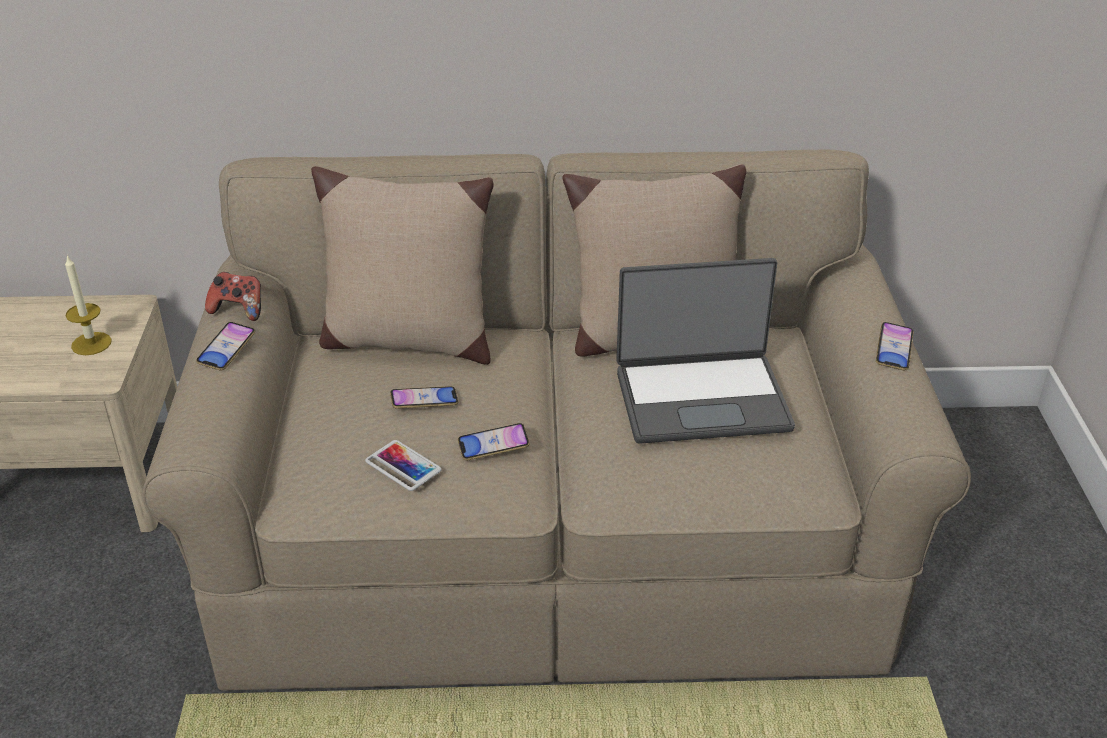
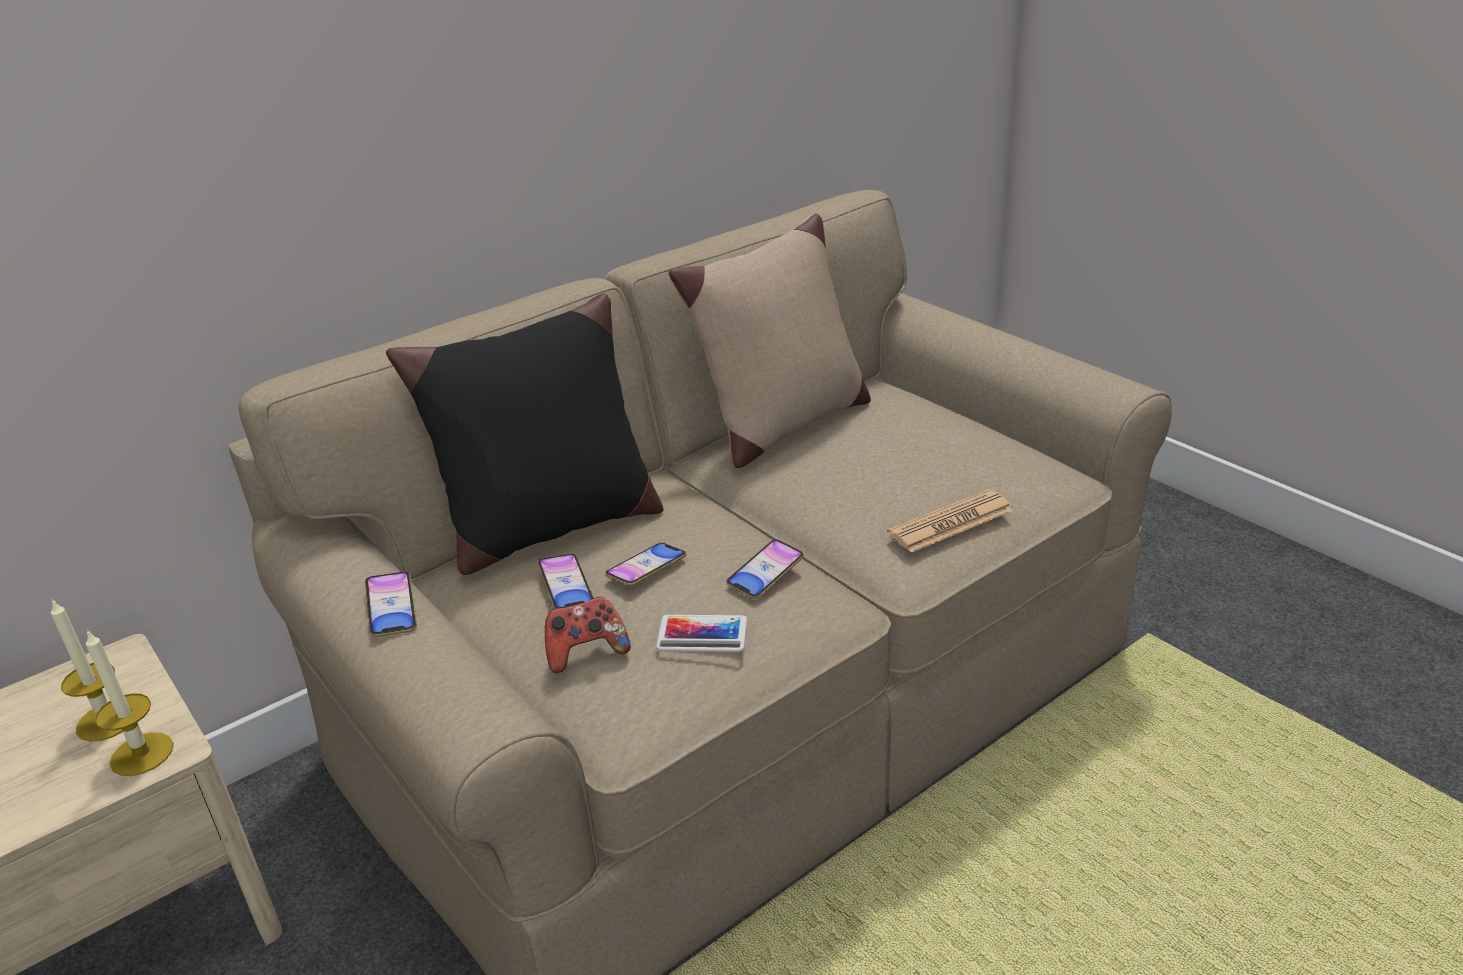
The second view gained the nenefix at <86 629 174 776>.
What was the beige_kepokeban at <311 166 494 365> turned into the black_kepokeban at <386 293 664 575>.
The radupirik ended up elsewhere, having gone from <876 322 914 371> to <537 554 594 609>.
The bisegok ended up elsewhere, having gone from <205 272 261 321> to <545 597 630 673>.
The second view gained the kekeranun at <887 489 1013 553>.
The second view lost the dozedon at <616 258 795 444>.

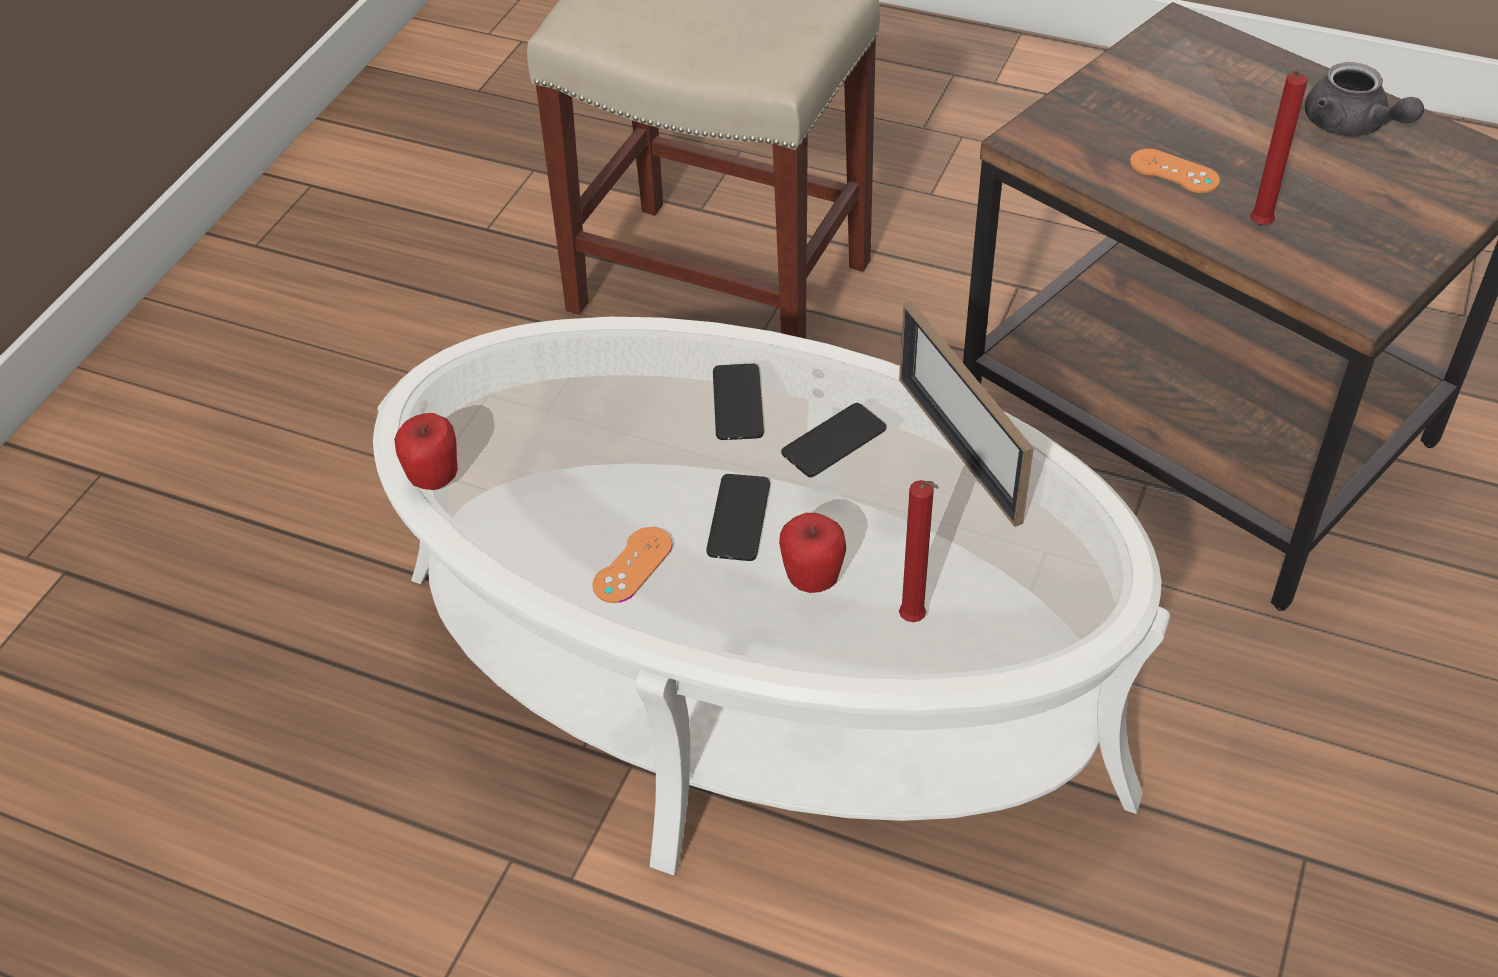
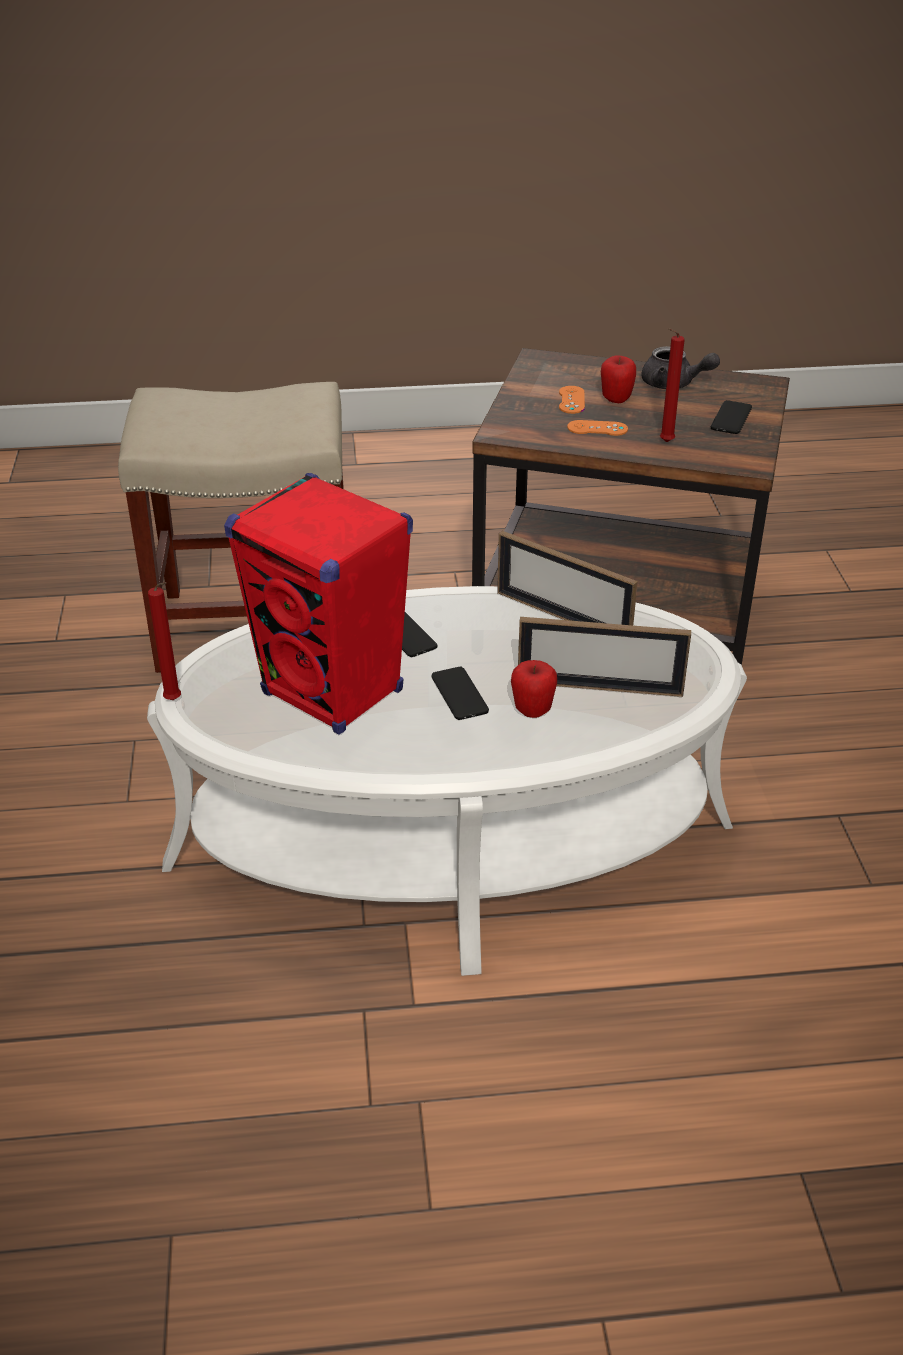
The red_nenefix ended up elsewhere, having gone from <899 480 939 622> to <148 582 181 700>.
The second view gained the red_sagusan at <224 473 413 735>.
The second view gained the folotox at <518 617 691 697>.
The orange_bisegok ended up elsewhere, having gone from <592 527 672 603> to <559 386 585 414>.
The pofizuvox ended up elsewhere, having gone from <394 413 458 490> to <601 356 636 403>.
The radupirik ended up elsewhere, having gone from <781 403 886 477> to <711 400 752 434>.

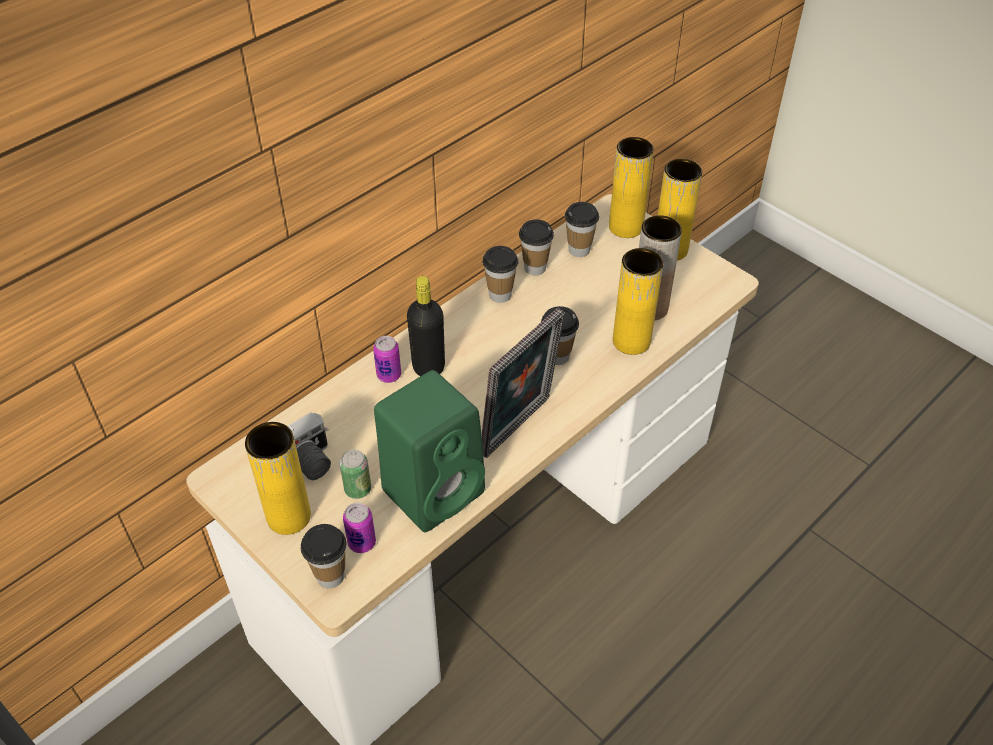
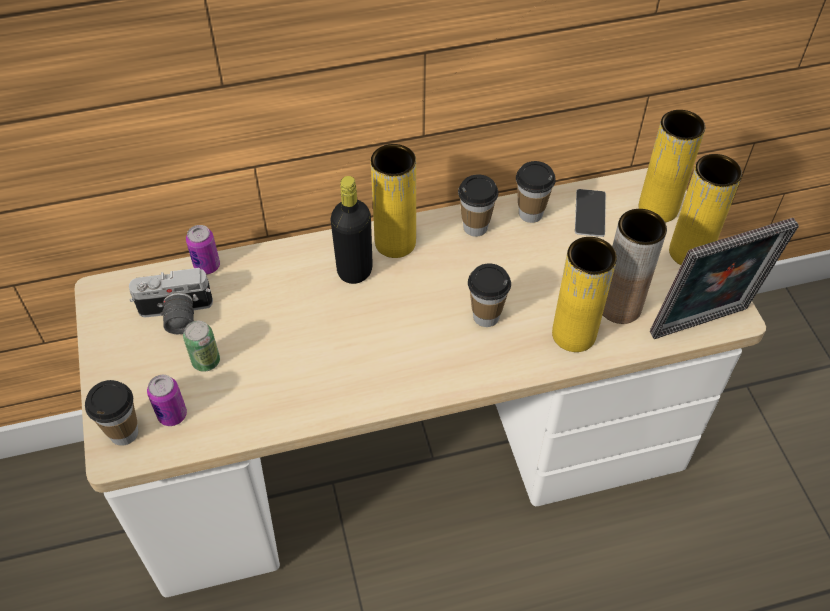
The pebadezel ended up elsewhere, having gone from <373 336 401 383> to <186 225 220 275>.
The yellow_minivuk ended up elsewhere, having gone from <245 422 311 535> to <371 144 416 258>.
Where the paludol stood at <565 202 599 257>, the radupirik came to stand at <575 189 606 237>.
The folotox ended up elsewhere, having gone from <482 308 565 458> to <650 218 799 339>.
The second view lost the green_sagusan at <374 370 485 532>.

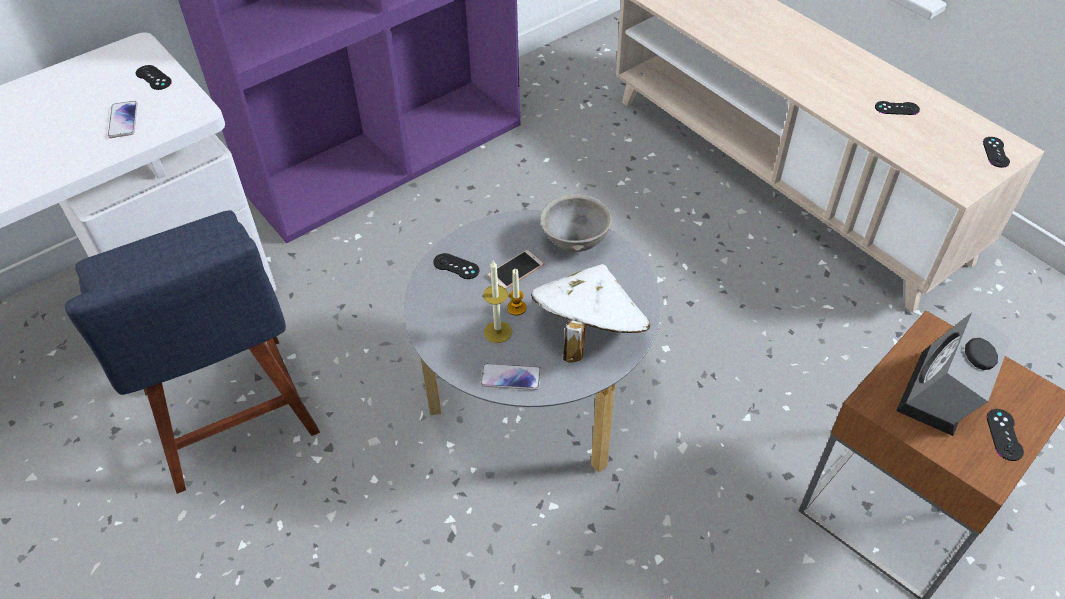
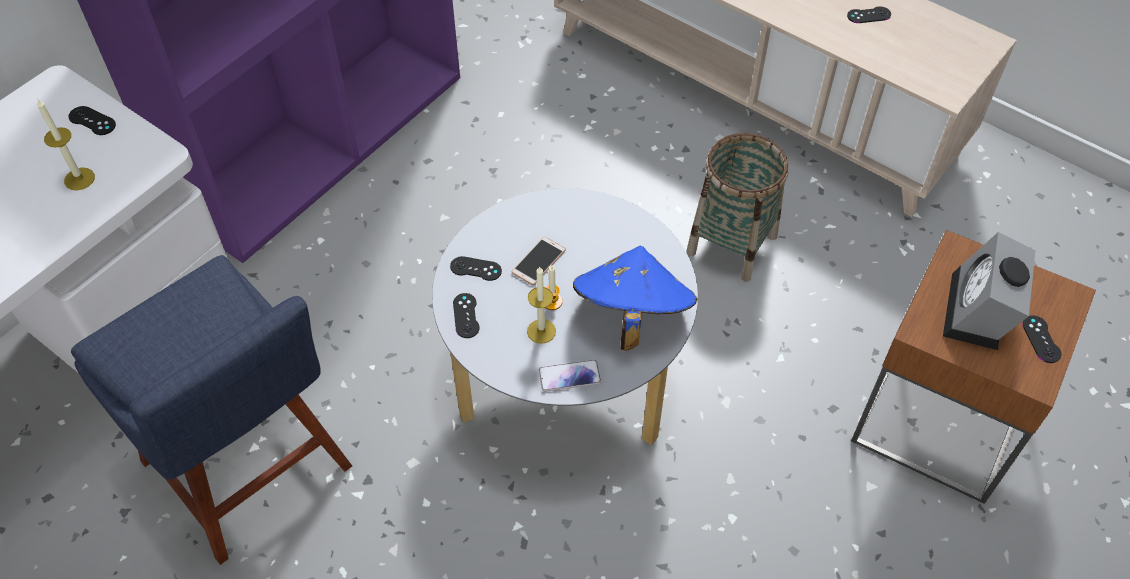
Where the radupirik stood at <108 101 137 138>, the nenefix came to stand at <37 99 95 191>.
The black_bisegok ended up elsewhere, having gone from <983 137 1010 168> to <453 293 480 338>.
What was the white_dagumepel at <531 264 650 363> turned into the blue_dagumepel at <573 246 697 351>.
The second view gained the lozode at <686 133 789 282>.
The second view lost the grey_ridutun at <540 194 612 252>.

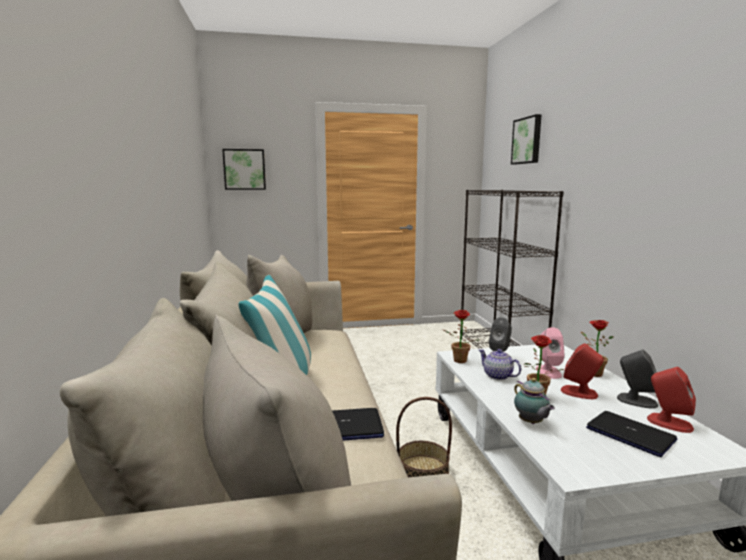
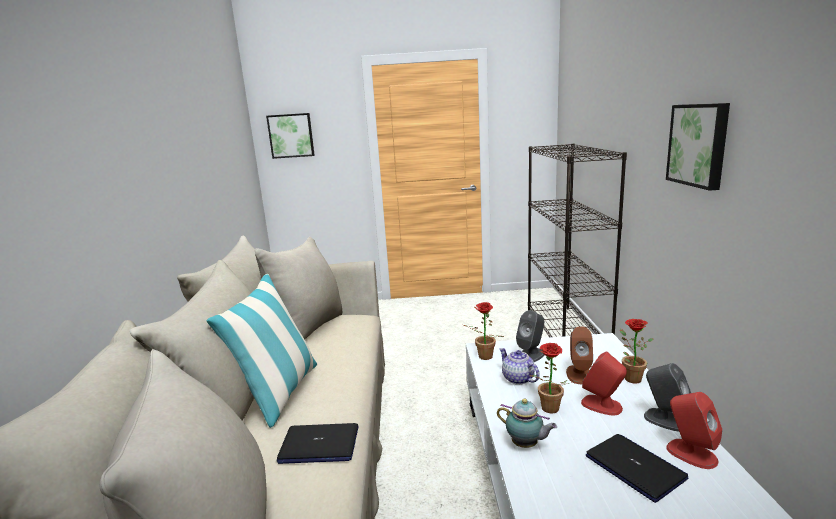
The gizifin at <514 378 555 424> ended up facing another way, 45 degrees counterclockwise from before.
What was the pink_sagusan at <536 327 565 379> turned into the brown_sagusan at <566 327 593 384>.
The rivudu ended up elsewhere, having gone from <511 114 542 165> to <666 103 730 191>.
The second view lost the lozode at <396 397 452 478>.

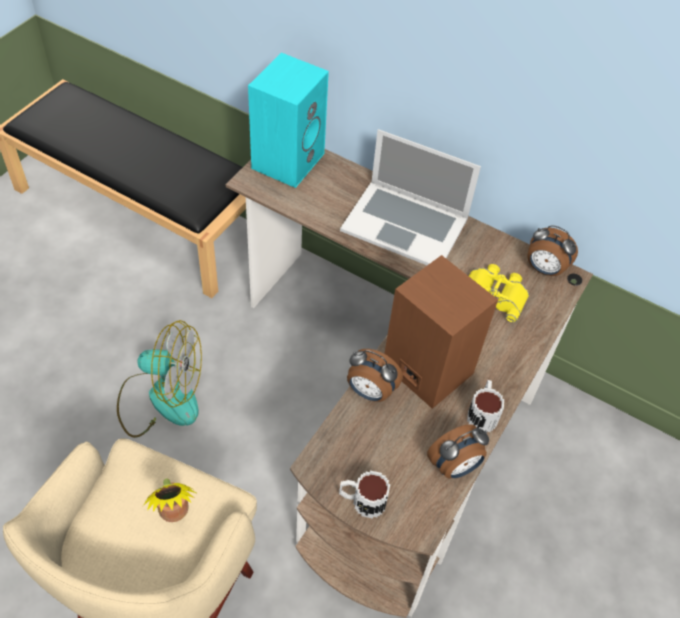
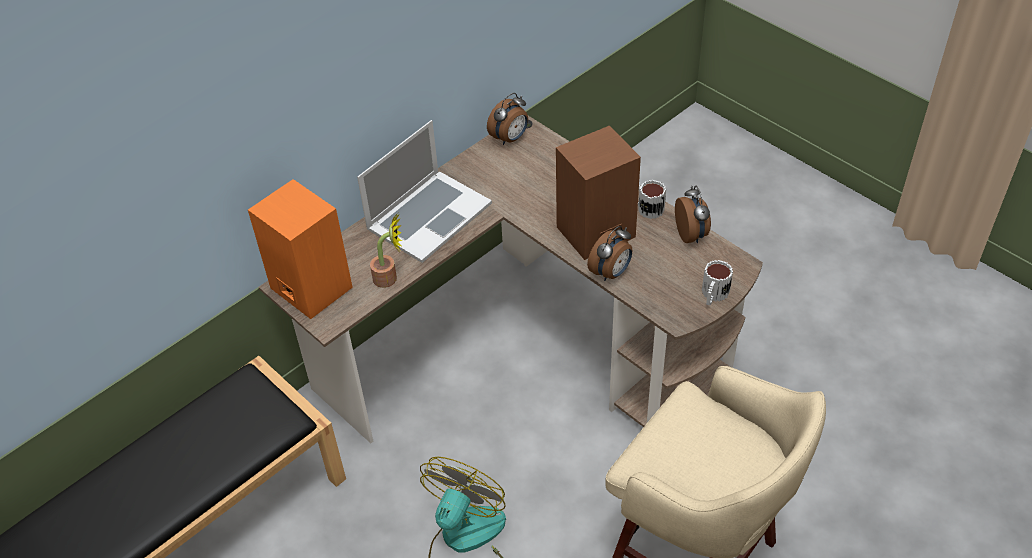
What was the turquoise_sagusan at <248 53 329 188> turned into the orange_sagusan at <248 179 353 319>.
The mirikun ended up elsewhere, having gone from <143 478 198 522> to <370 213 402 288>.
The second view lost the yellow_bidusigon at <469 264 529 323>.

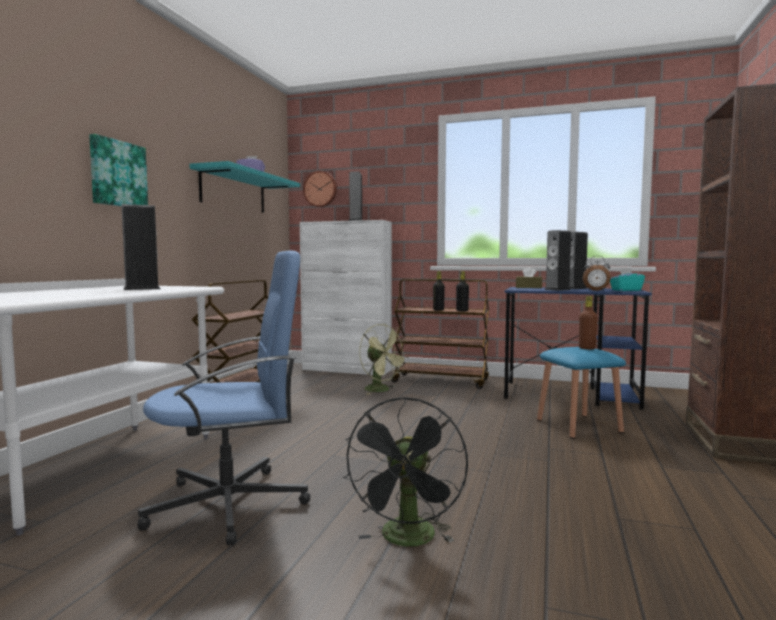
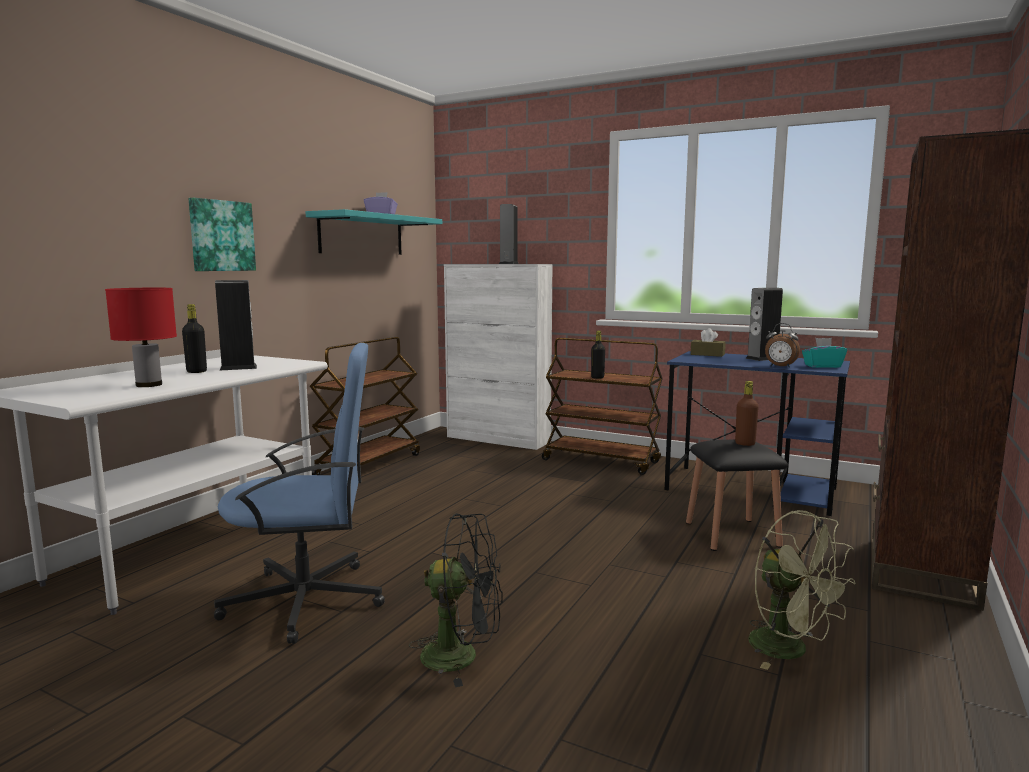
The second view gained the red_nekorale at <105 288 177 387>.
The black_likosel ended up elsewhere, having gone from <456 271 469 311> to <182 304 207 373>.
The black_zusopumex at <343 397 468 546> ended up facing another way, 105 degrees counterclockwise from before.
What was the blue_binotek at <537 347 626 439> turned into the black_binotek at <686 440 788 551>.
The green_zusopumex ended up elsewhere, having gone from <359 324 409 395> to <748 510 856 670>.
The second view lost the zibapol at <303 171 337 207>.
The second view lost the sagusan at <544 230 571 291>.

